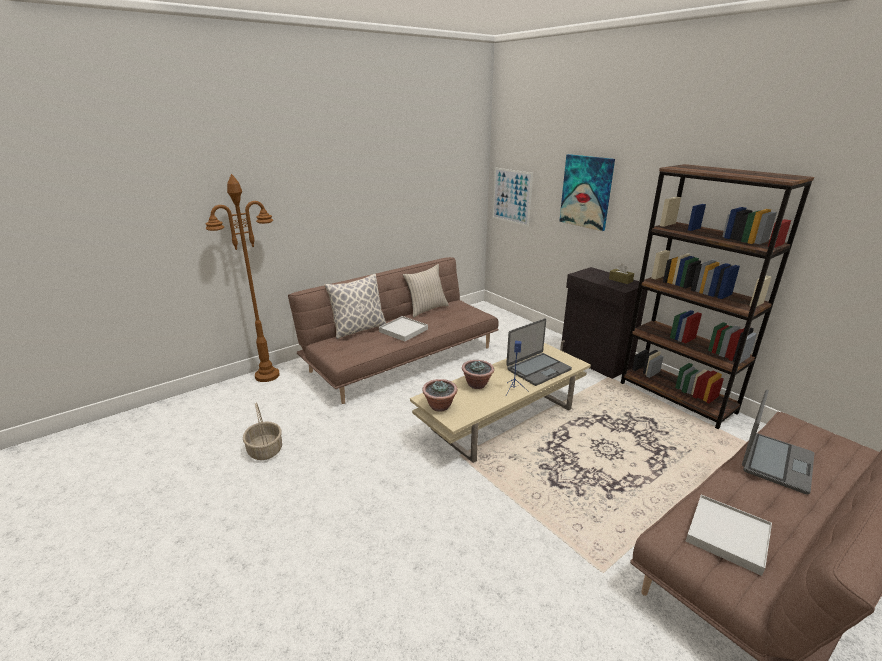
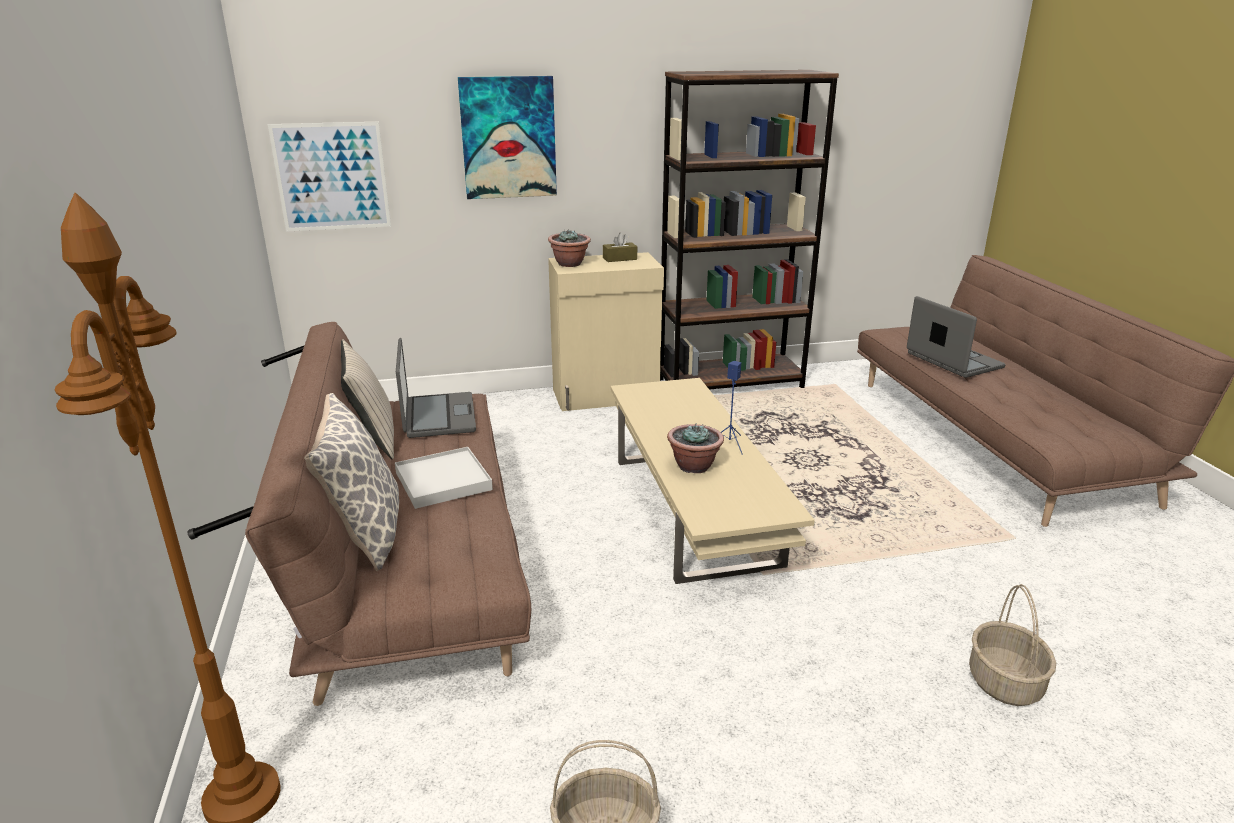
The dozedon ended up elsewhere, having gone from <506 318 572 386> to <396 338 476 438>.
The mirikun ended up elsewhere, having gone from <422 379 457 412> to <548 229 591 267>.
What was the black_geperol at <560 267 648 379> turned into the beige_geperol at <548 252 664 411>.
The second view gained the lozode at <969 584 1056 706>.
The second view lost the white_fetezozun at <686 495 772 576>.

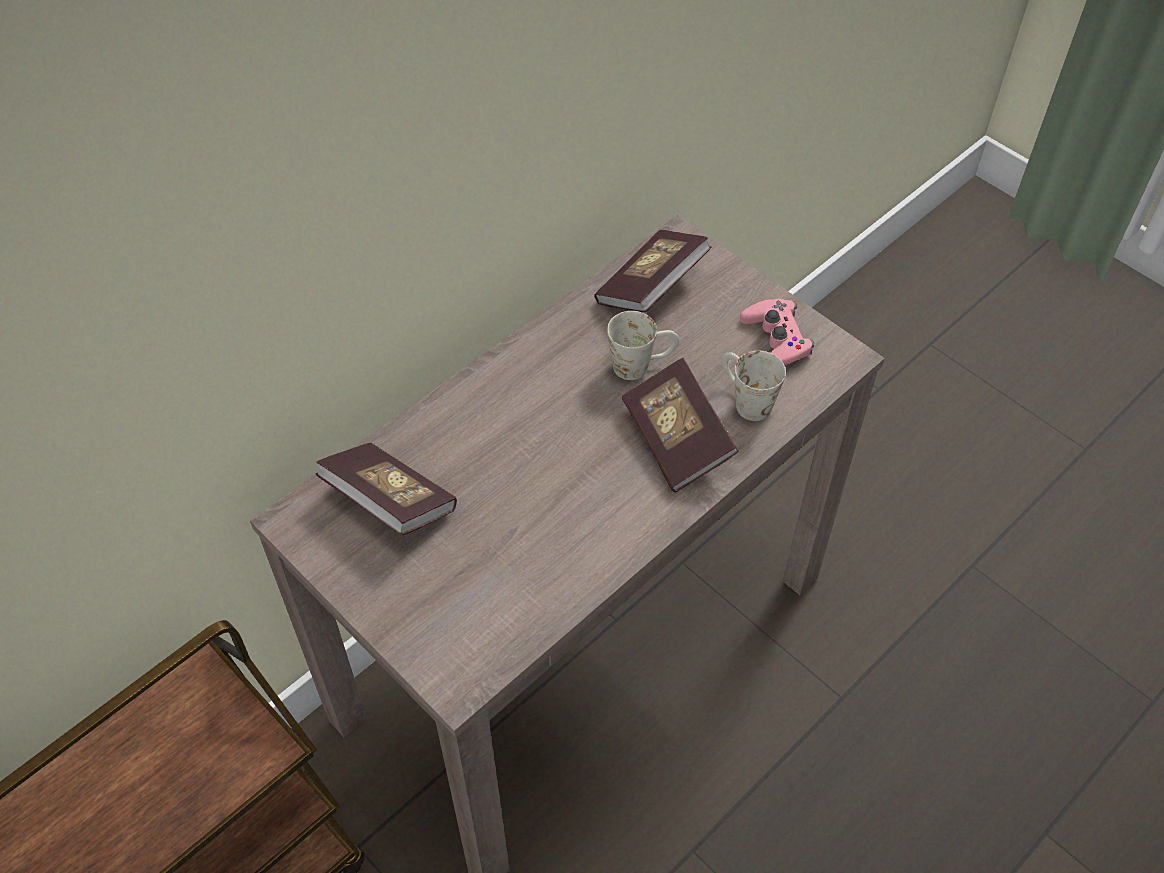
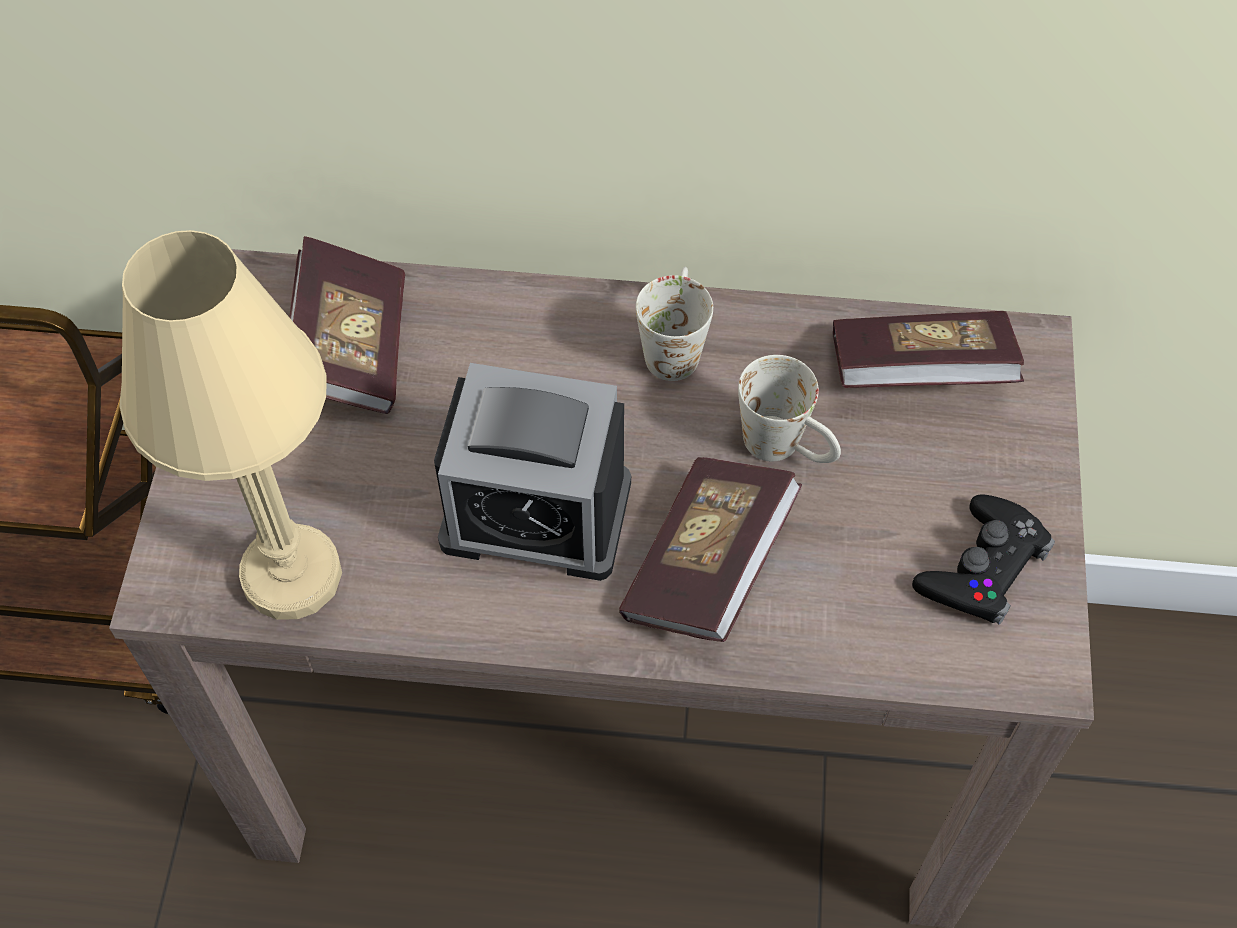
The second view gained the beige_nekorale at <119 230 342 620>.
The second view gained the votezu at <434 363 631 581>.
The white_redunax ended up elsewhere, having gone from <722 351 786 421> to <636 267 713 381>.
What was the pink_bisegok at <740 299 814 365> turned into the black_bisegok at <912 494 1055 625>.

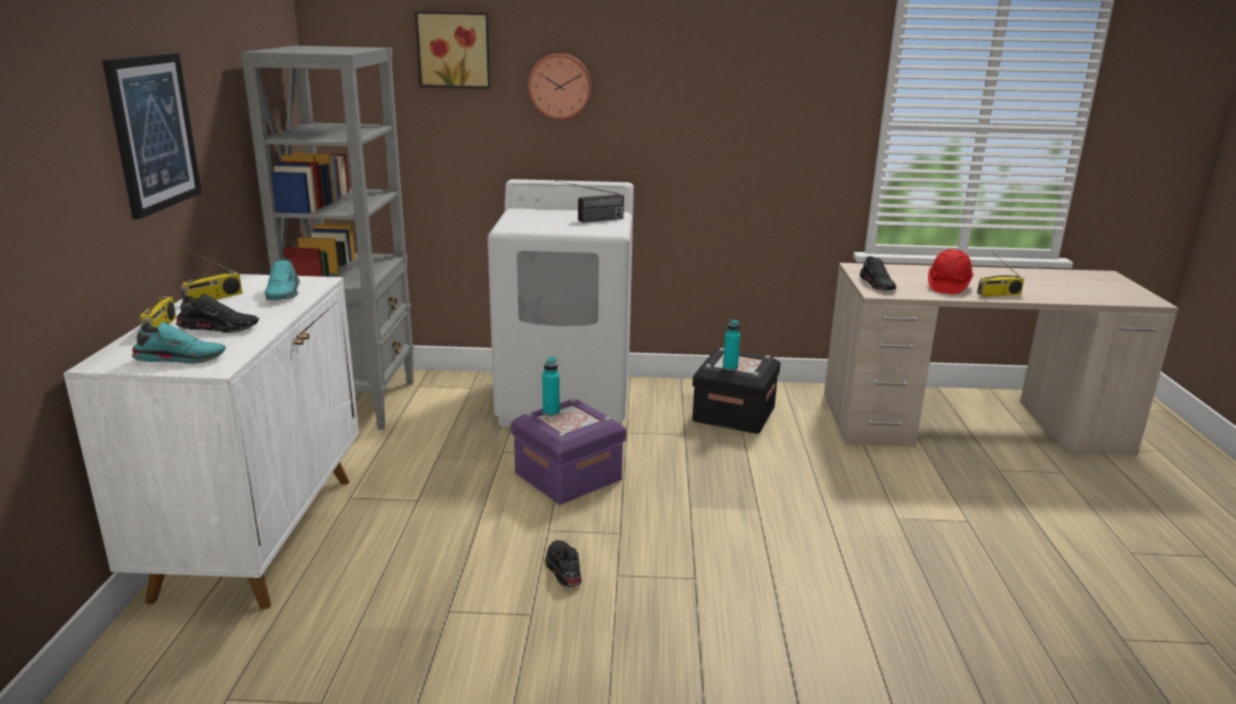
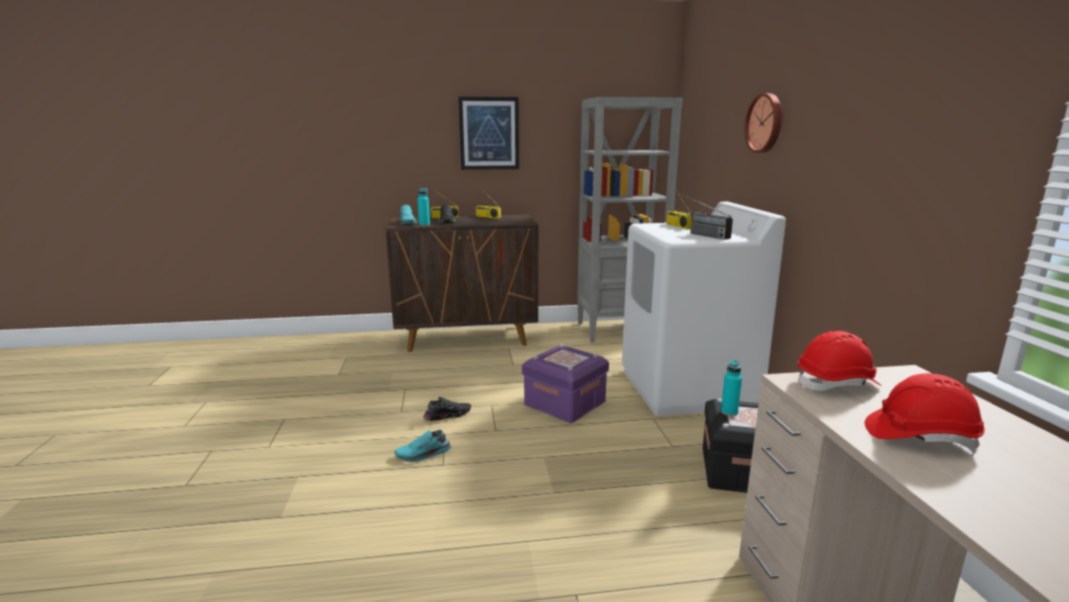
What was the white_geperol at <63 274 359 609> turned into the brown_geperol at <386 214 538 352>.
The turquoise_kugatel ended up elsewhere, having gone from <265 257 300 300> to <395 430 452 462>.
The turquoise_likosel ended up elsewhere, having gone from <542 357 560 416> to <418 188 430 226>.
The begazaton ended up elsewhere, having gone from <977 252 1024 297> to <667 192 692 229>.
Where the black_kugatel stood at <860 256 896 290>, the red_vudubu came to stand at <798 331 882 391>.
The second view lost the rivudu at <415 11 491 89>.

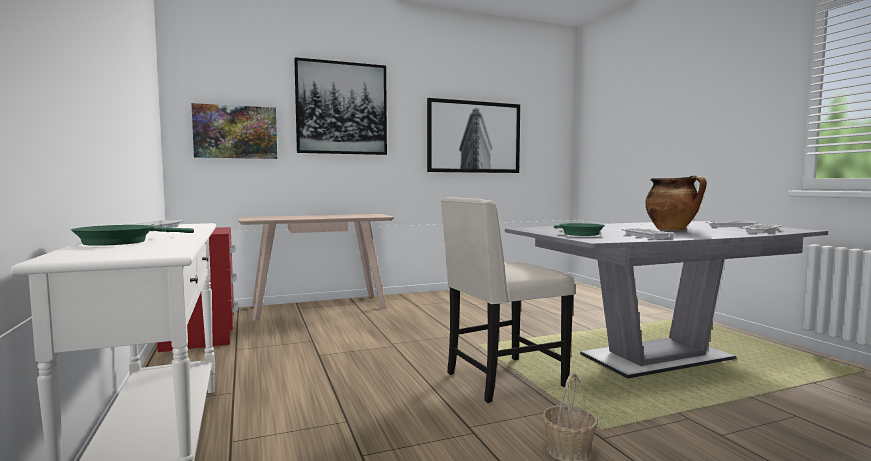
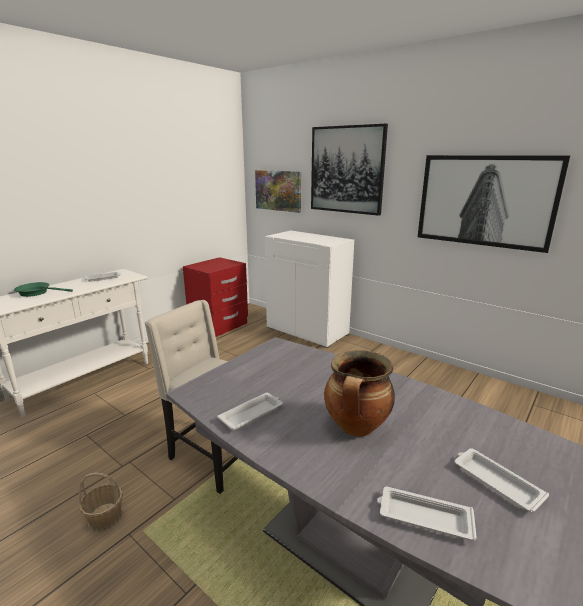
Where the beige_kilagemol stood at <238 214 394 320>, the white_geperol came to stand at <265 231 354 348>.
The second view lost the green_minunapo at <554 223 605 236>.

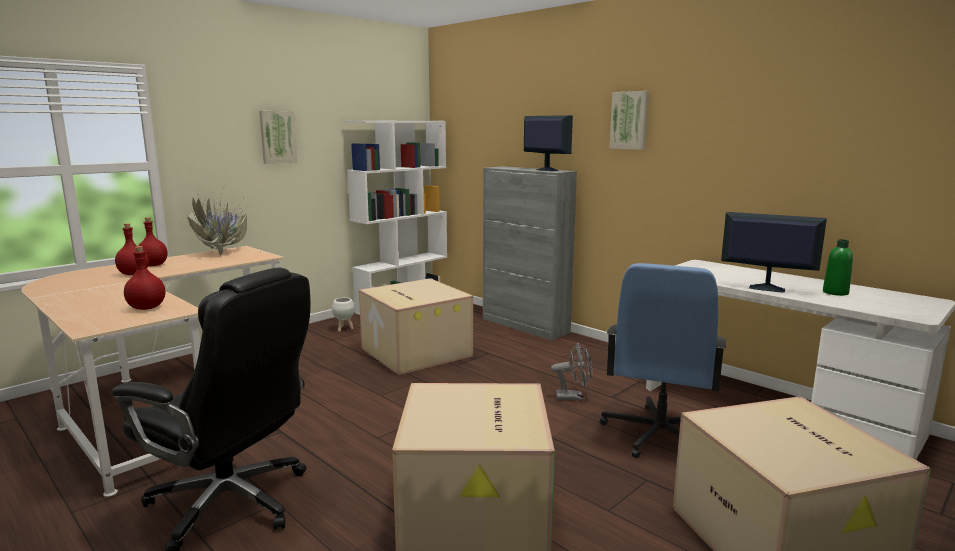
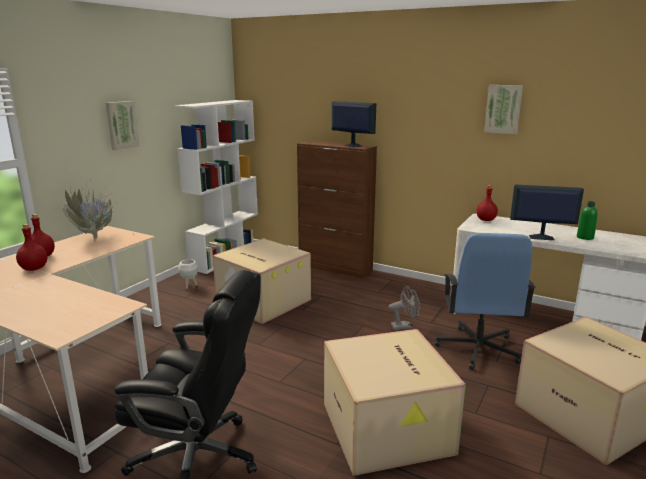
What was the grey_geperol at <483 167 577 340> turned into the brown_geperol at <297 141 377 279>.
The red_likosel ended up elsewhere, having gone from <124 246 165 310> to <476 185 498 221>.
The rivudu ended up elsewhere, having gone from <609 91 649 150> to <484 85 523 134>.

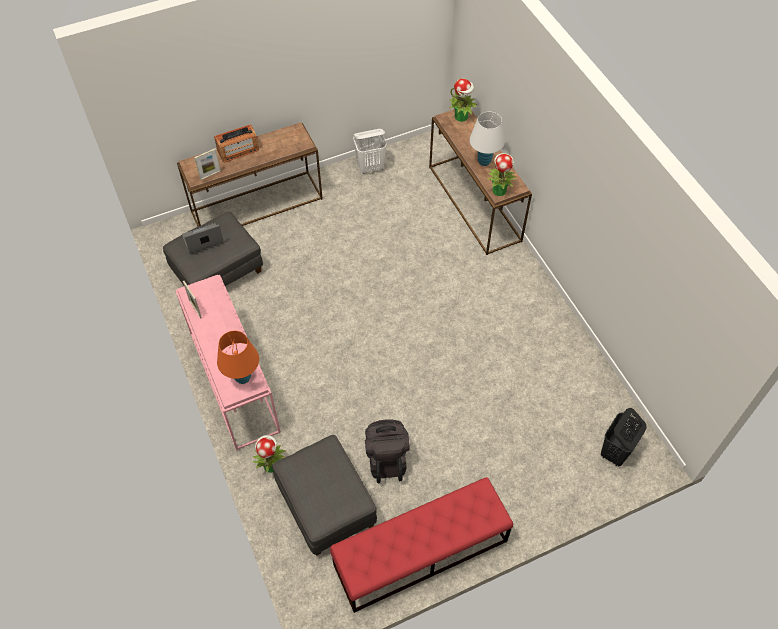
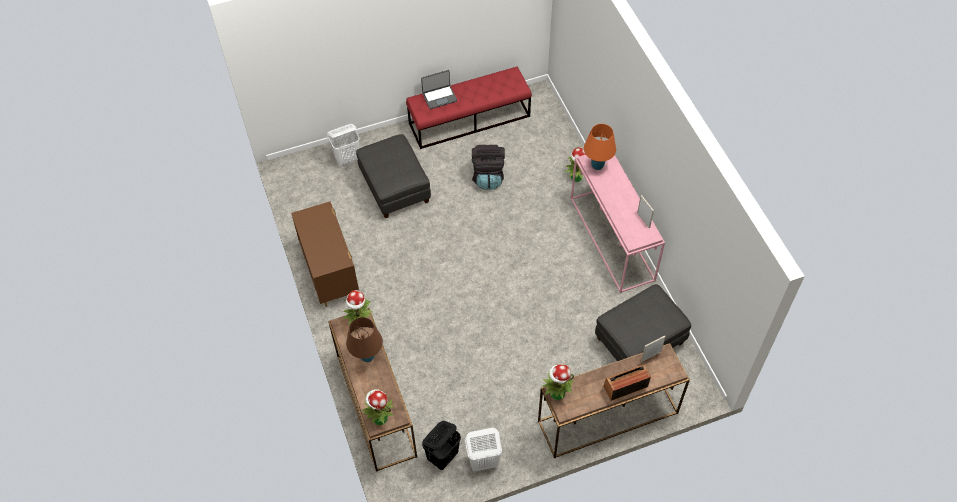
The second view gained the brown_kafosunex at <291 201 359 307>.
The second view gained the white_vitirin at <327 124 360 166>.
What was the white_nekorale at <469 112 505 166> turned into the brown_nekorale at <346 317 383 362>.
The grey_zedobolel ended up elsewhere, having gone from <272 435 377 556> to <356 134 431 218>.
The dozedon ended up elsewhere, having gone from <182 223 224 254> to <421 70 457 109>.
The black_vitirin ended up elsewhere, having gone from <601 408 647 466> to <422 421 461 470>.
The second view gained the mirikun at <542 364 574 400>.

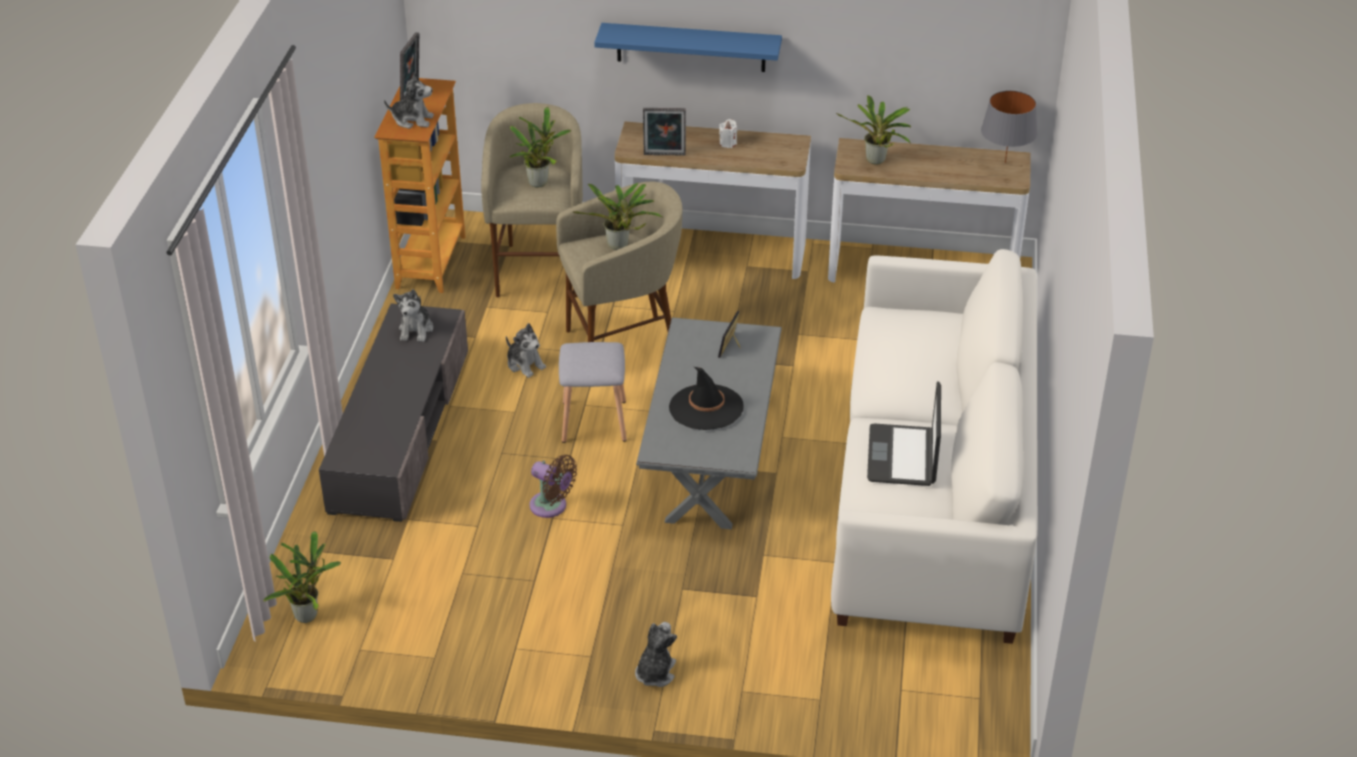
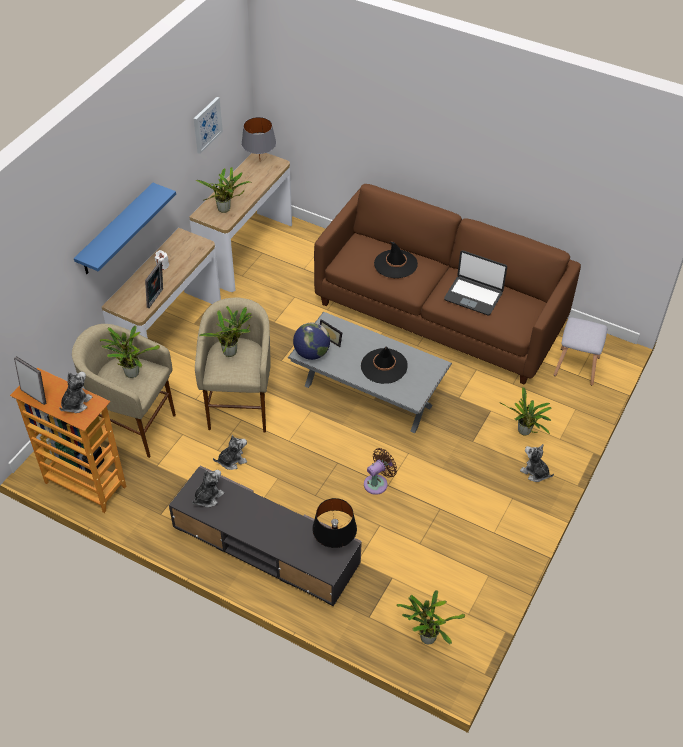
The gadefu at <393 289 433 342> ended up facing another way, 75 degrees counterclockwise from before.
The second view gained the rivudu at <194 97 223 154>.
The second view gained the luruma at <293 323 330 360>.
The second view gained the black_nekorale at <312 498 357 548>.
What was the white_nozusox at <831 249 1038 644> turned into the brown_nozusox at <314 184 581 385>.
The second view gained the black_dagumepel at <374 241 418 278>.
The second view gained the mirikun at <501 387 551 435>.
The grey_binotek ended up elsewhere, having gone from <559 342 627 443> to <554 317 608 386>.

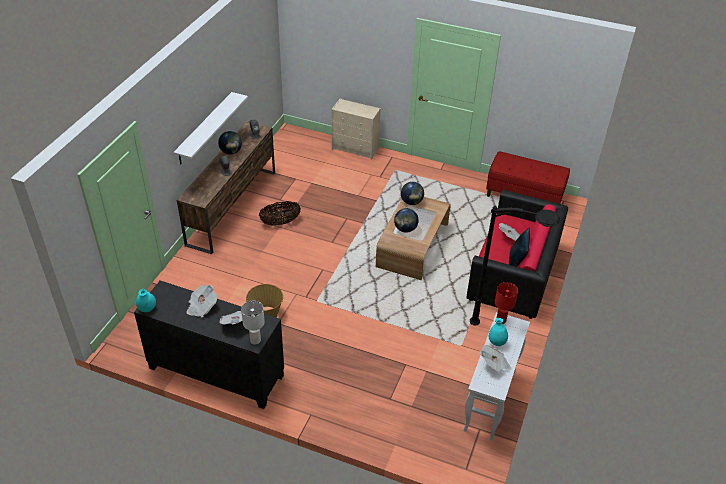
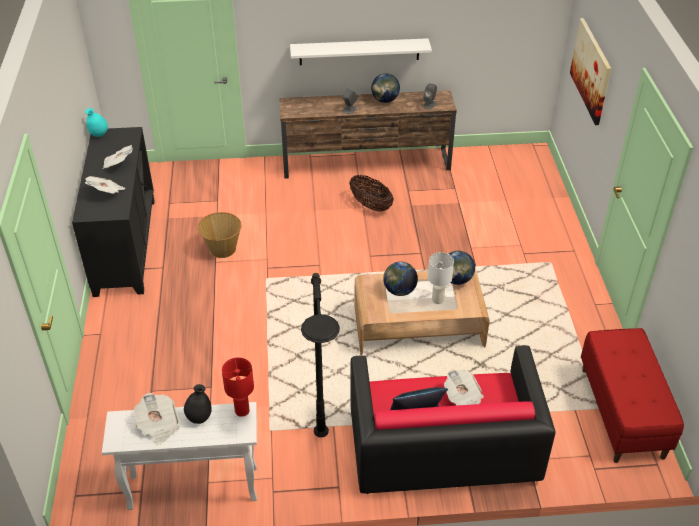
What was the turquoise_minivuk at <489 318 508 346> turned into the black_minivuk at <184 384 212 424>.
The white_nekorale ended up elsewhere, having gone from <241 300 265 345> to <428 252 454 304>.
The second view gained the rivudu at <570 18 611 125>.
The second view lost the beige_kafosunex at <332 99 381 160>.

